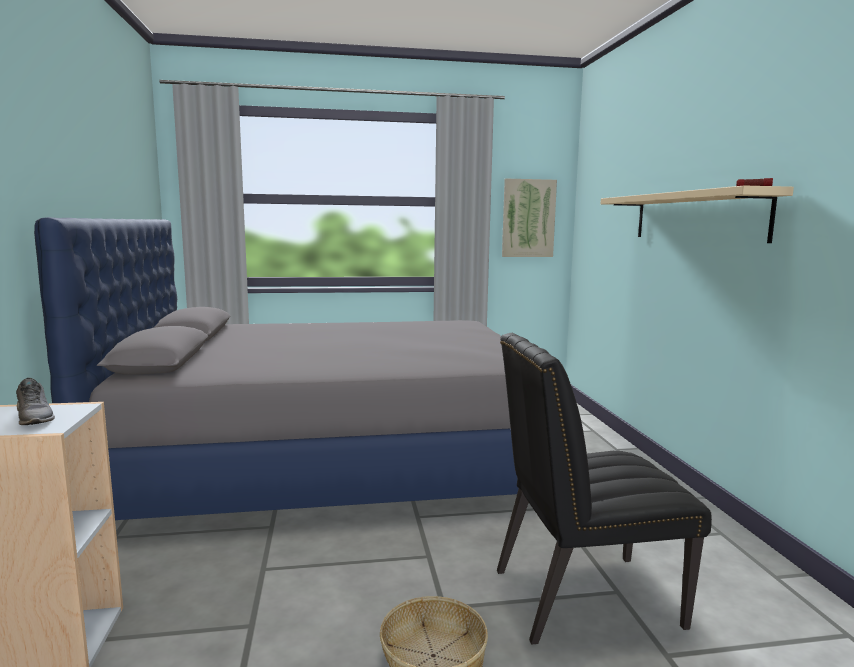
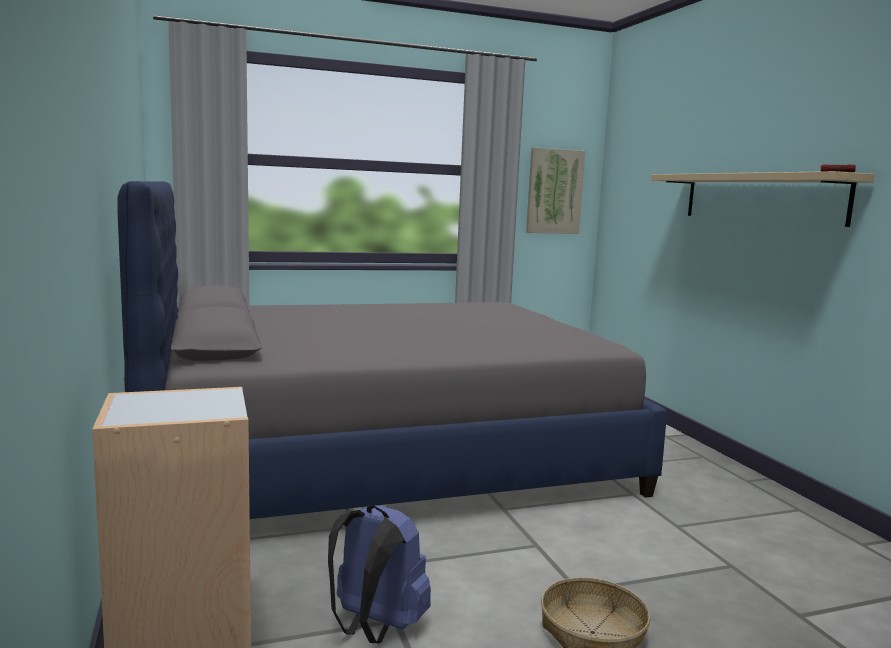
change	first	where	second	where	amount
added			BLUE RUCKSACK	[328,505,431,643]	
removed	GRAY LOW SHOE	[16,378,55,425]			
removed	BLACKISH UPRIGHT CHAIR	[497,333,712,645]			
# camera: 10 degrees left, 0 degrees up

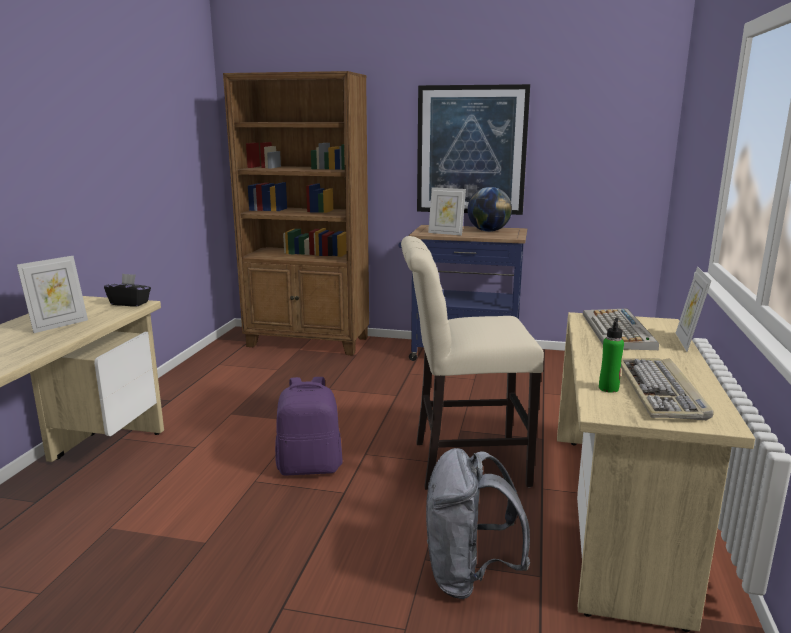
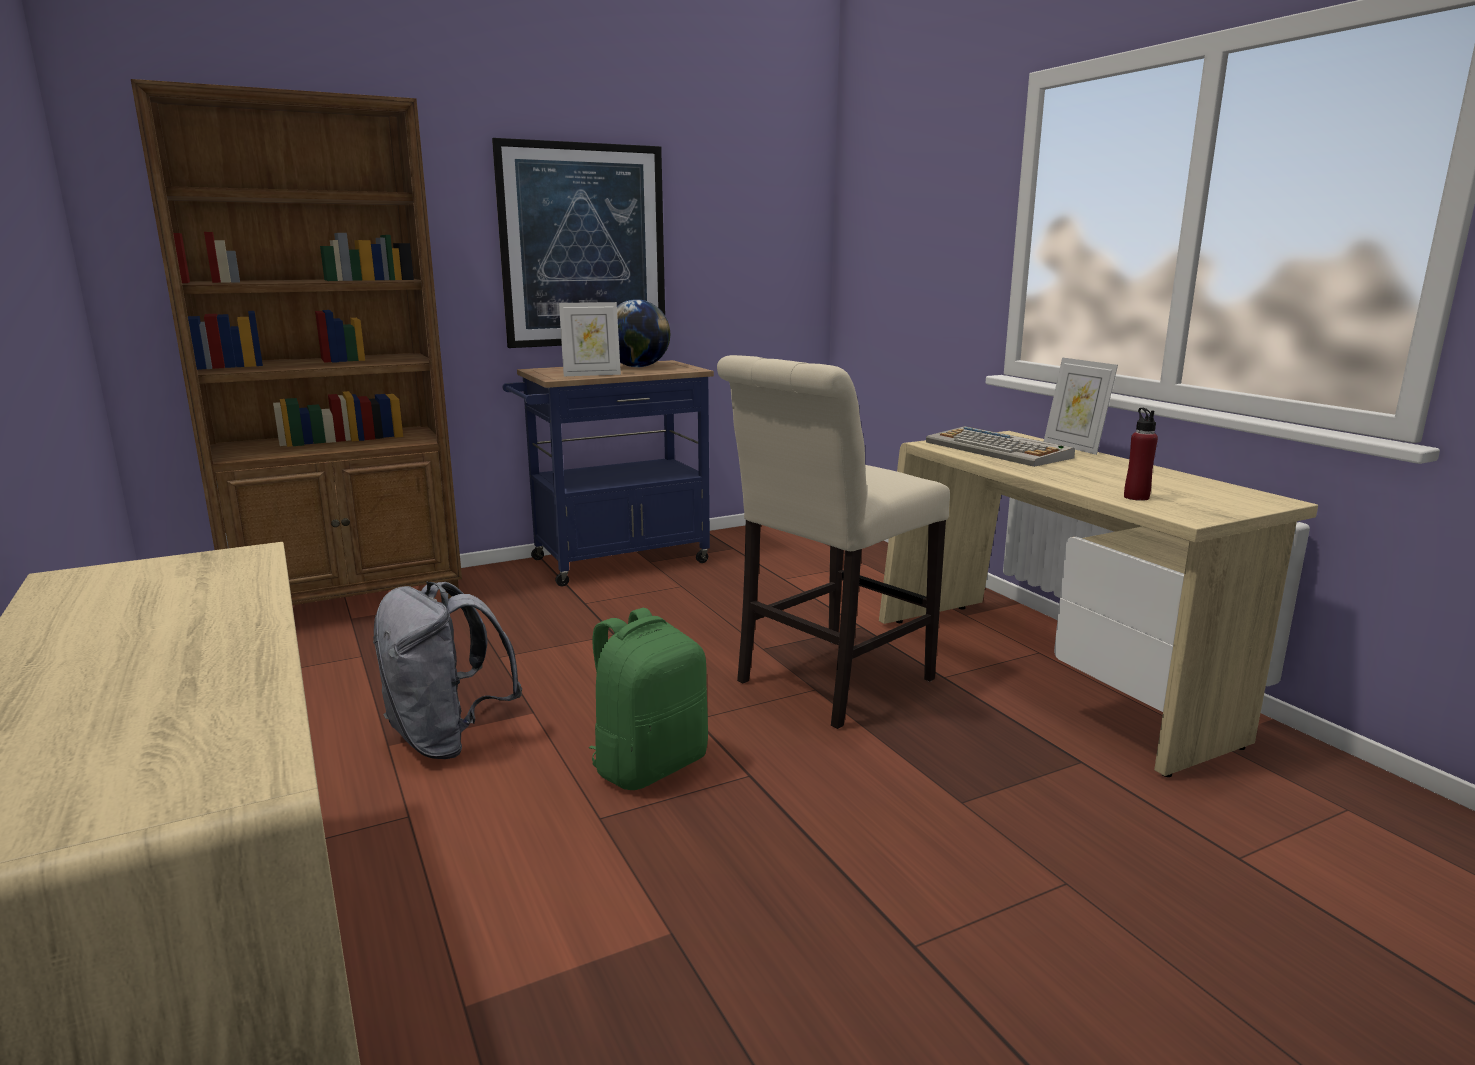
change	first	where	second	where	amount
moved	GRAY RUCKSACK	[426,448,530,599]		[373,582,522,759]	
recoloured	PURPLISH RUCKSACK	[275,377,343,476]	GREEN RUCKSACK	[589,608,708,790]	
recoloured	GREEN BEVERAGE BOTTLE	[599,318,624,393]	REDDISH BEVERAGE BOTTLE	[1124,408,1158,501]	
removed	PICTURE FRAME	[17,256,88,333]			
removed	BLACKISH TISSUE BOX	[104,273,151,307]			
removed	PC KEYBOARD	[621,358,714,420]			
# camera: 40 degrees left, 0 degrees up

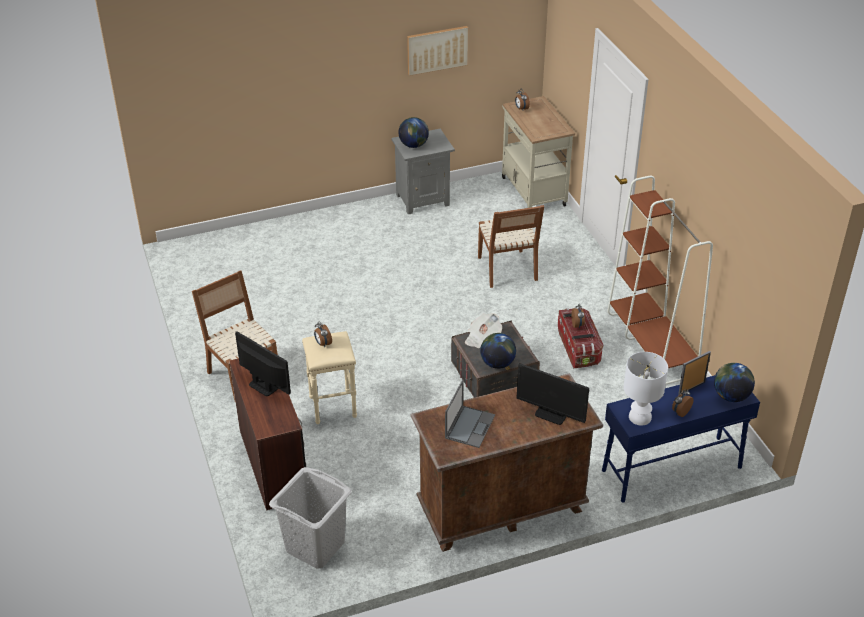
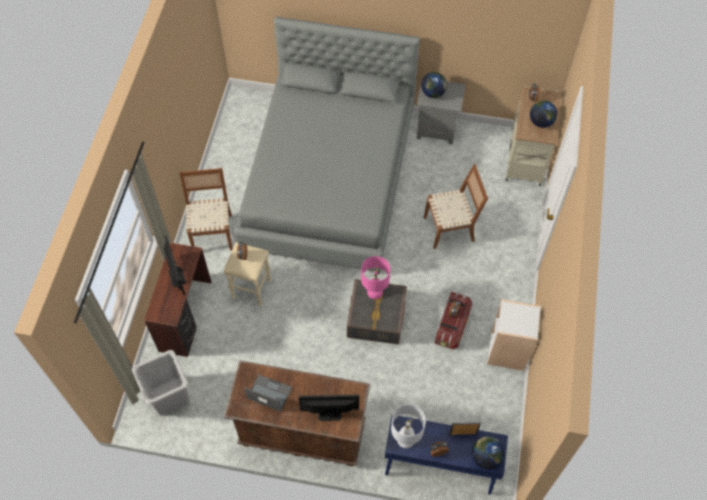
change	first	where	second	where	amount
added			GRAY BED	[234,17,420,274]	
turned	LAPTOP	[445,380,495,448]		[244,374,292,412]	120 degrees counterclockwise
turned	COMPUTER DISPLAY	[517,363,589,425]		[299,395,359,421]	120 degrees clockwise
replaced	NEWSPAPER	[465,313,502,348]	PINKISH TABLETOP LAMP	[361,256,390,299]	
turned	UPRIGHT CHAIR	[478,205,544,288]		[424,164,488,249]	120 degrees counterclockwise
replaced	BROWNISH CLOTHES RACK	[607,176,713,384]	BOOKCASE	[487,299,541,371]	
moved	DESK GLOBE	[480,333,516,369]		[530,100,557,128]	
removed	WALL PICTURE	[407,26,468,76]			
# camera: 30 degrees right, 20 degrees up

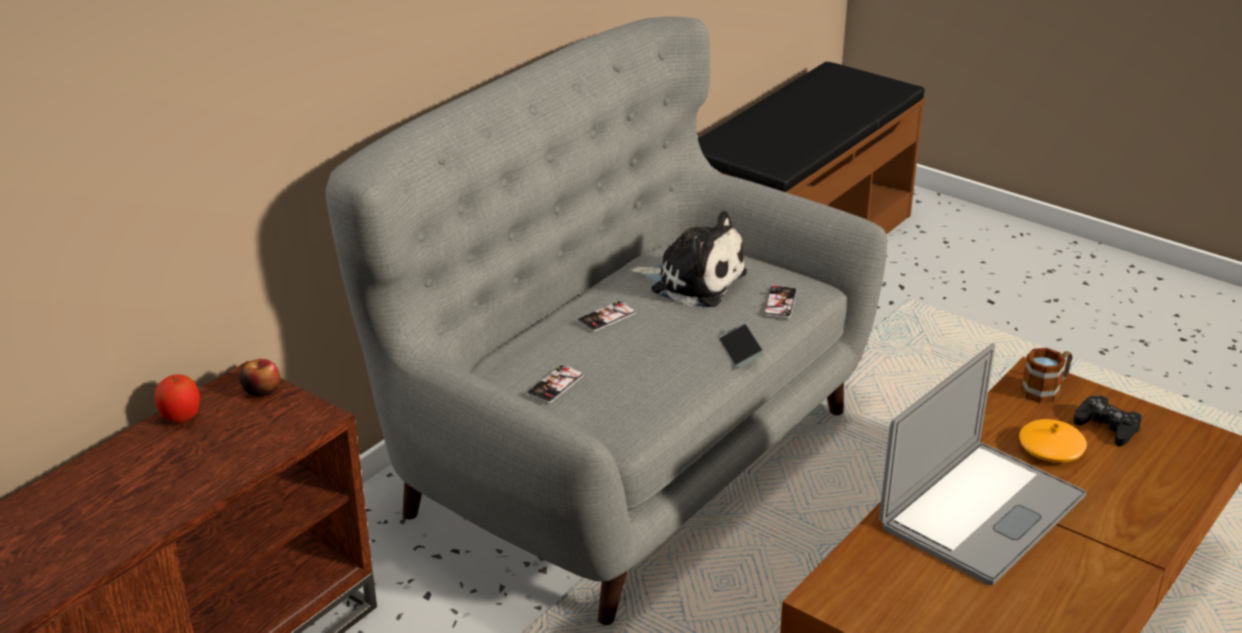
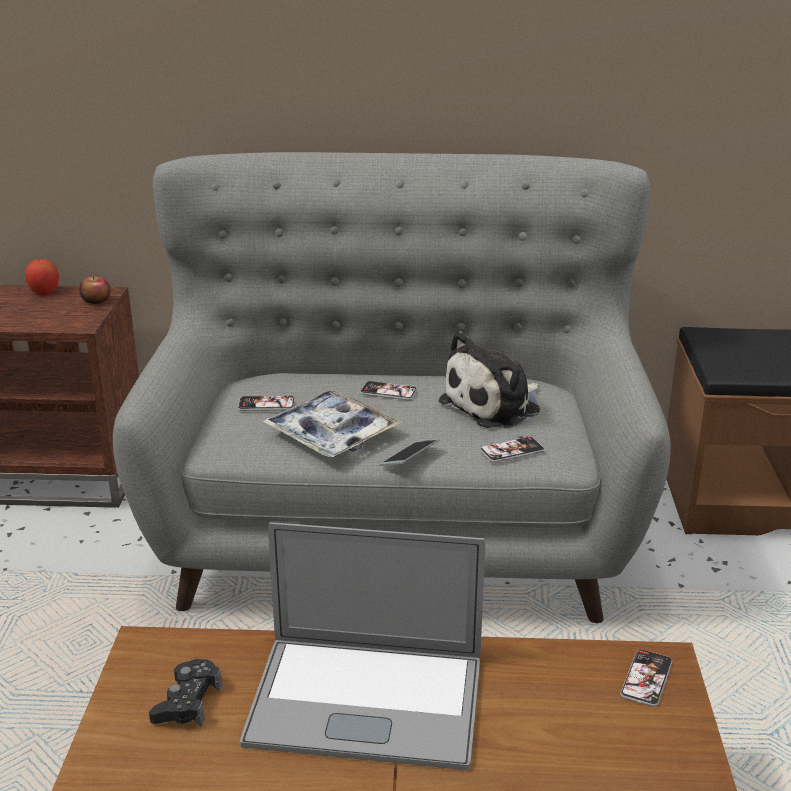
change	first	where	second	where	amount
moved	BLACKISH GAME CONTROLLER	[1073,396,1142,446]		[149,659,223,726]	
added			CARRYING TRAY	[262,390,401,457]	
turned	PLUSH TOY	[630,211,747,307]		[438,331,540,429]	60 degrees clockwise
replaced	MUG	[1021,348,1072,403]	TELEPHONE	[620,649,673,707]	
removed	ORANGEY VASE	[1019,419,1087,463]			
# camera: 55 degrees right, 5 degrees down

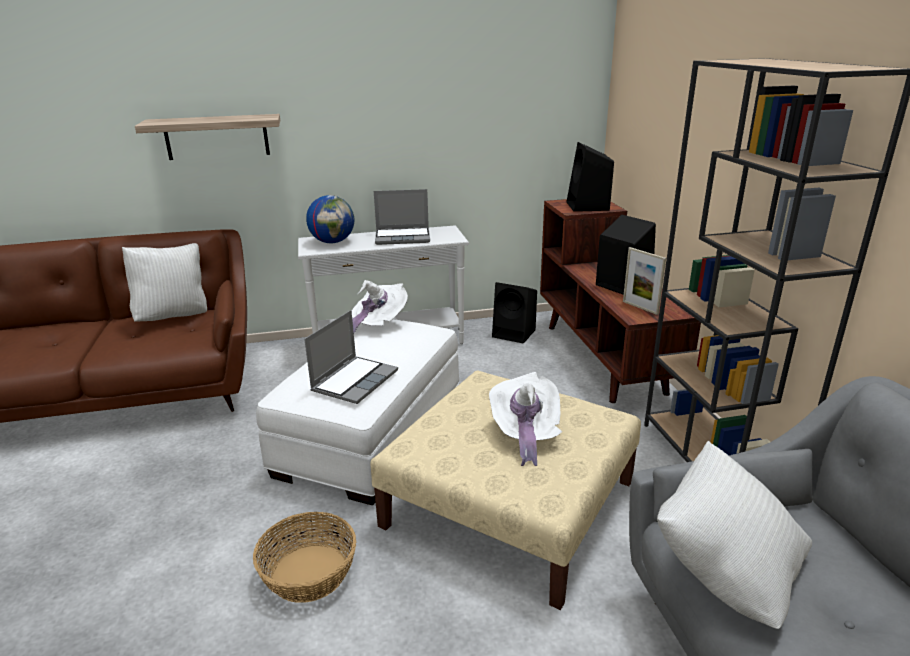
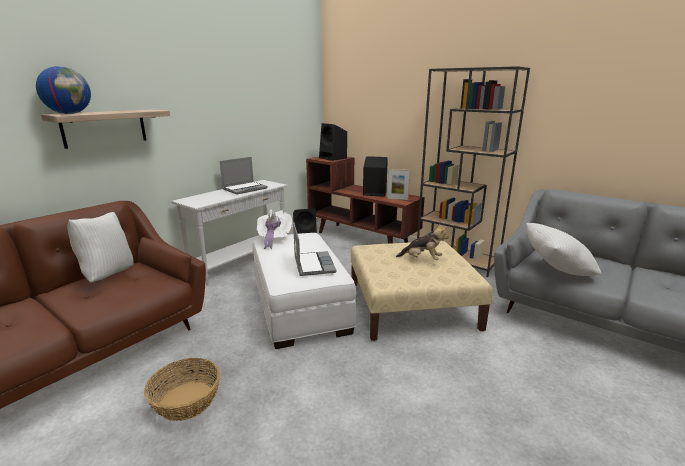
change	first	where	second	where	amount
moved	DESK GLOBE	[306,195,354,243]		[36,66,91,114]	
moved	HOUSEHOLD BASKET	[253,512,356,603]		[144,358,220,421]	
replaced	WHITE WEARABLE HAT	[489,372,562,466]	PLUSH TOY	[396,224,449,260]	
# camera: 40 degrees left, 5 degrees down

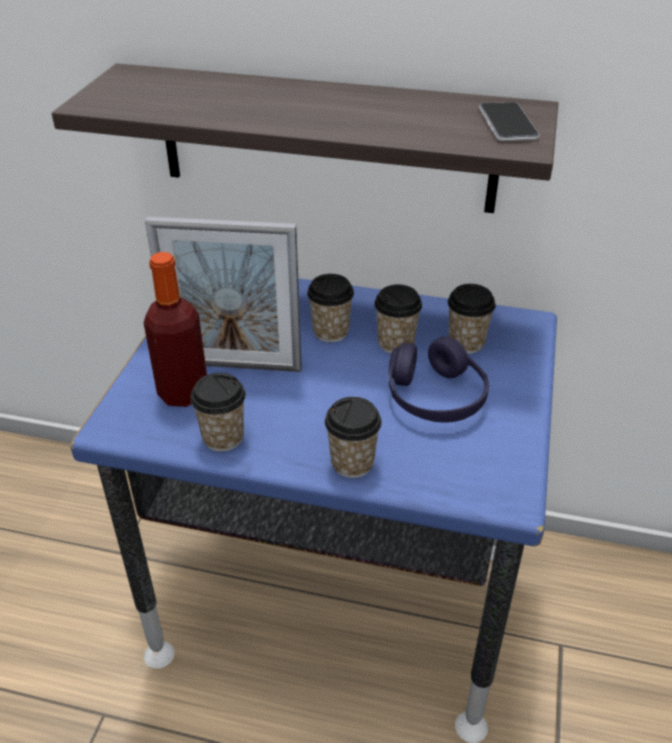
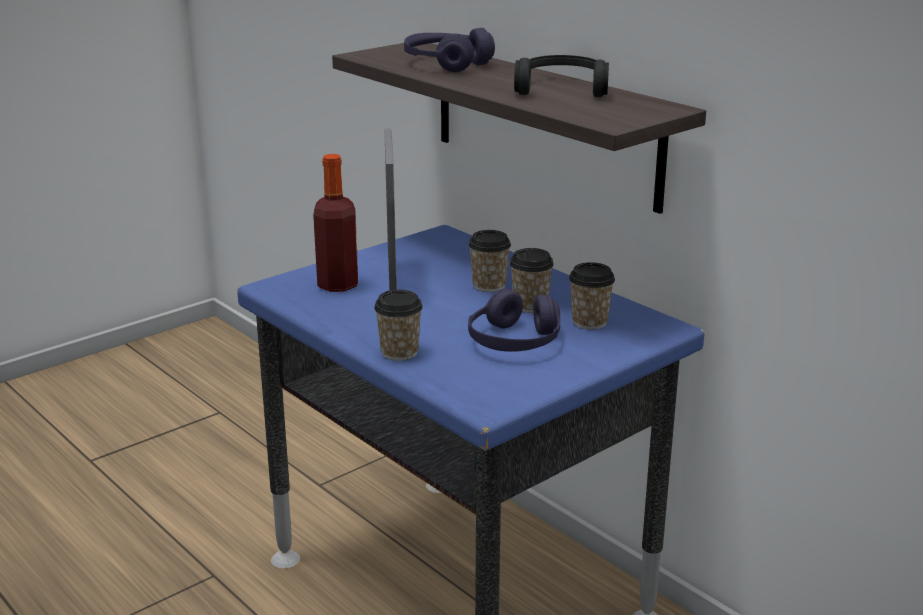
change	first	where	second	where	amount
turned	PICTURE FRAME	[145,217,302,372]		[384,128,397,291]	135 degrees counterclockwise
added			PURPLISH HEADSET	[404,28,495,72]	
added			BLACKISH HEADSET	[514,55,609,97]	
removed	CUP	[190,373,246,451]			
removed	TELEPHONE	[479,102,540,141]			
# camera: 35 degrees right, 15 degrees down

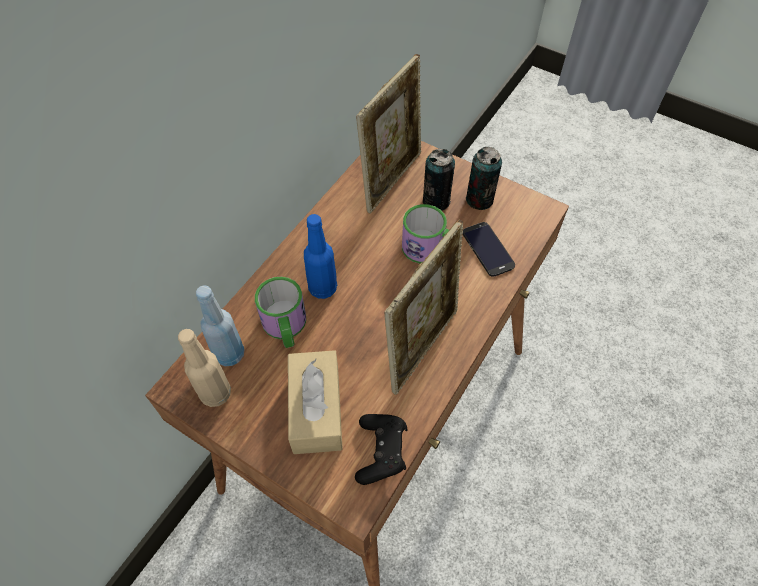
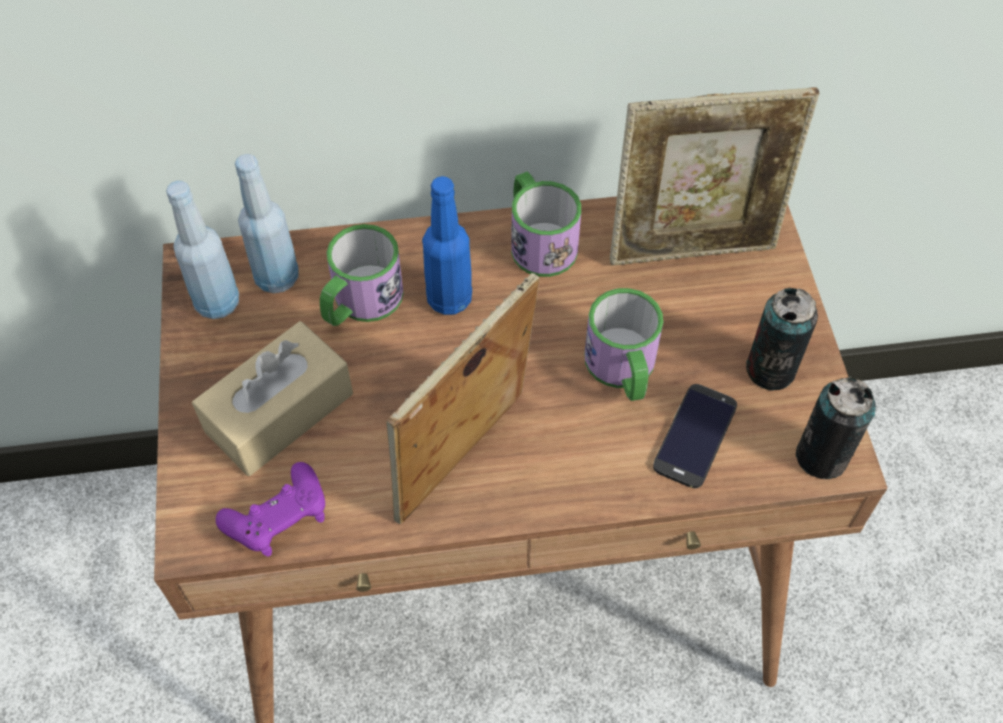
change	first	where	second	where	amount
recoloured	BEIGE BEVERAGE BOTTLE	[178,329,231,407]	BLUE BEVERAGE BOTTLE	[166,181,239,319]	
recoloured	BLACKISH GAME CONTROLLER	[355,414,408,485]	PURPLISH GAME CONTROLLER	[216,462,325,557]	
turned	PICTURE FRAME	[384,219,463,395]		[386,273,539,524]	135 degrees clockwise
added			MUG	[511,171,581,277]	
moved	CAN	[423,149,455,211]		[796,377,876,479]	
# camera: 50 degrees right, 0 degrees up

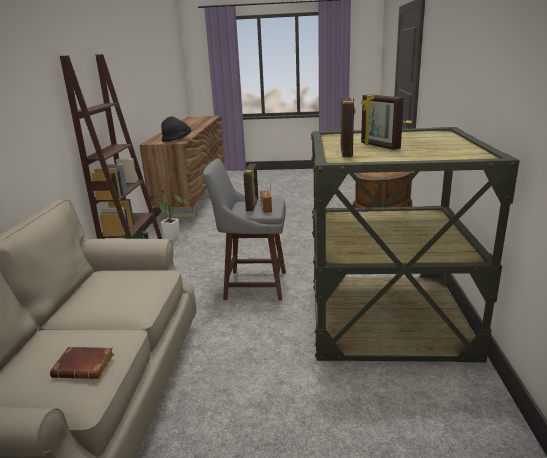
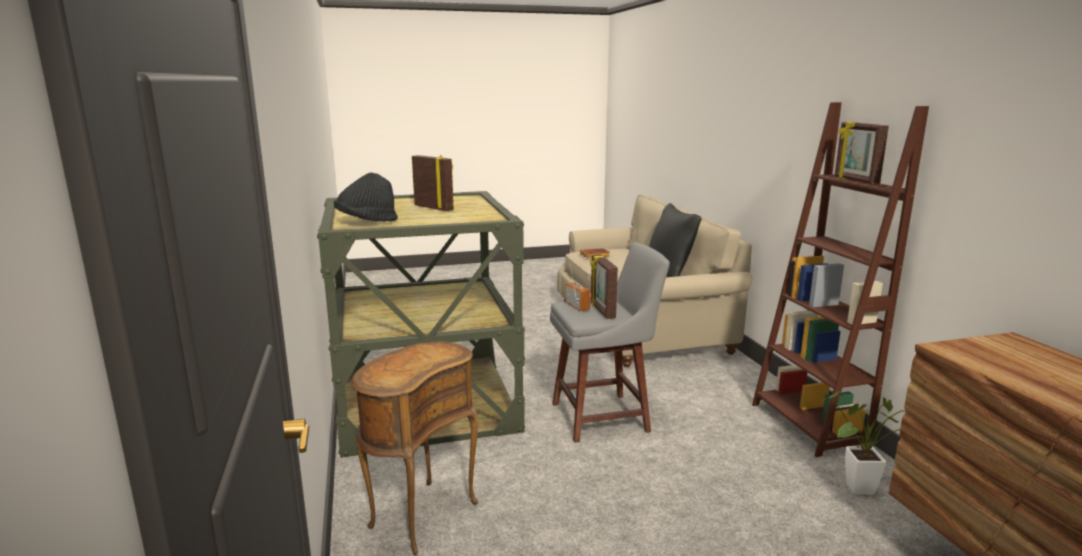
change	first	where	second	where	amount
moved	BLACKISH WEARABLE HAT	[161,116,191,142]		[334,173,398,222]	
added			BLACKISH PILLOW	[649,203,702,277]	
moved	PICTURE FRAME	[341,97,356,157]		[835,121,889,184]	
# camera: 160 degrees right, 5 degrees down

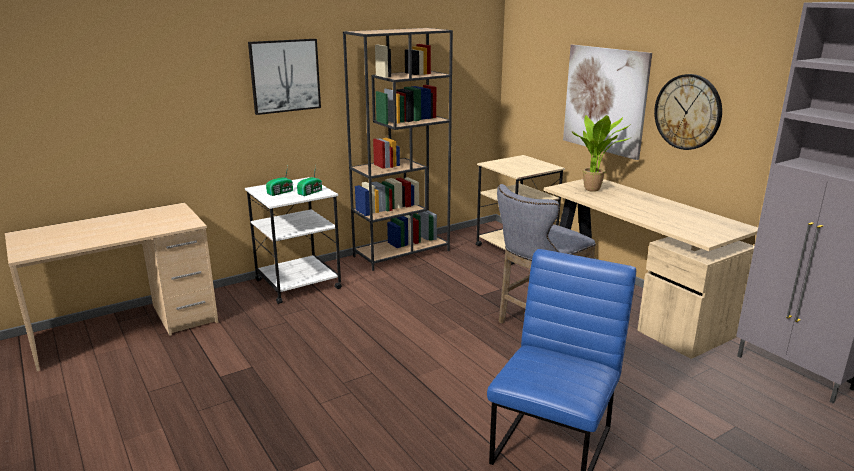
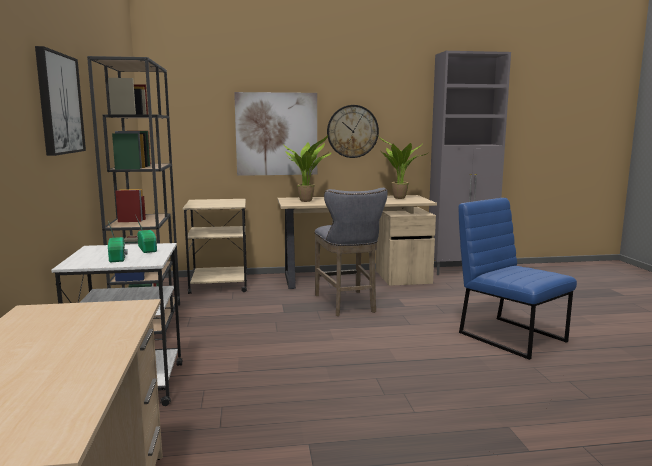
change	first	where	second	where	amount
added			PLANT IN A POT	[378,136,429,199]	
# camera: 65 degrees left, 10 degrees down

